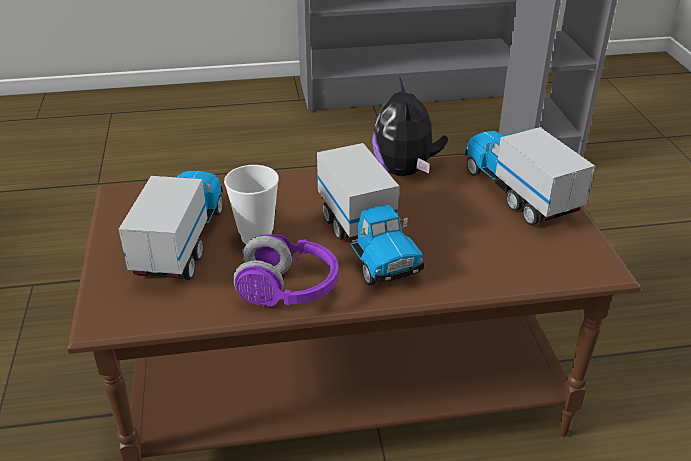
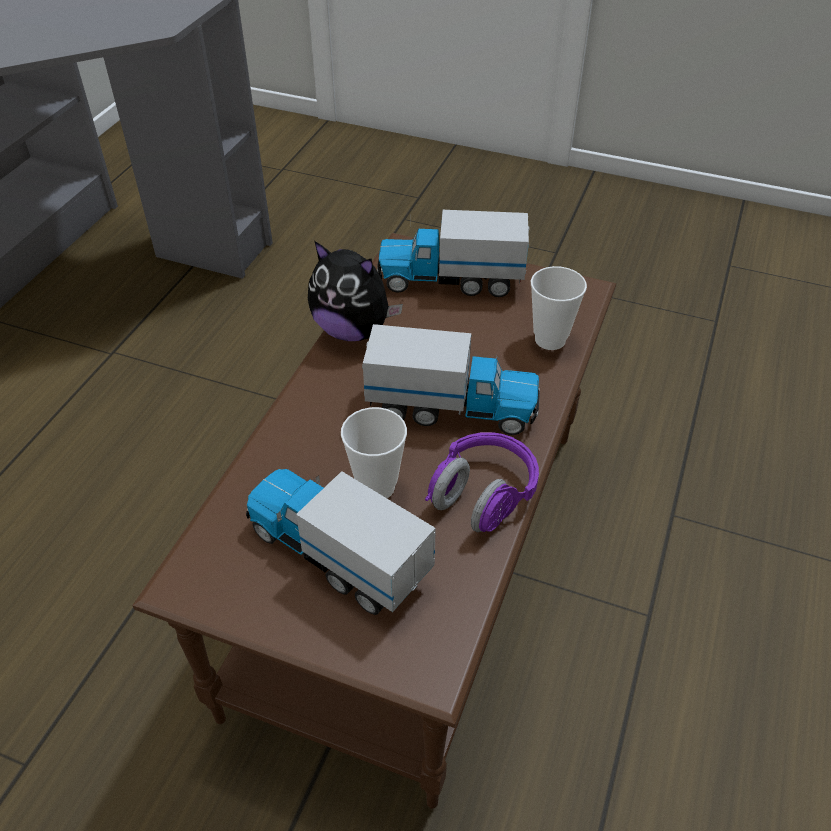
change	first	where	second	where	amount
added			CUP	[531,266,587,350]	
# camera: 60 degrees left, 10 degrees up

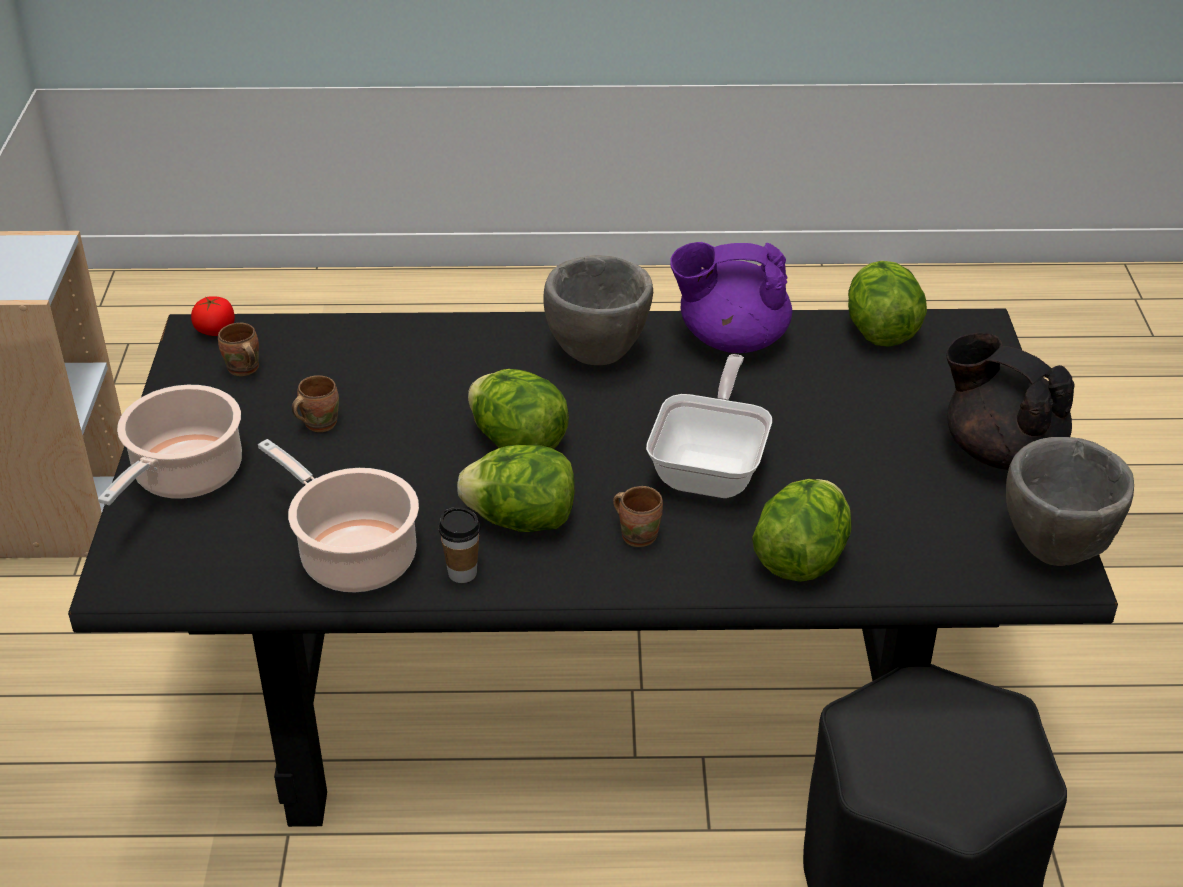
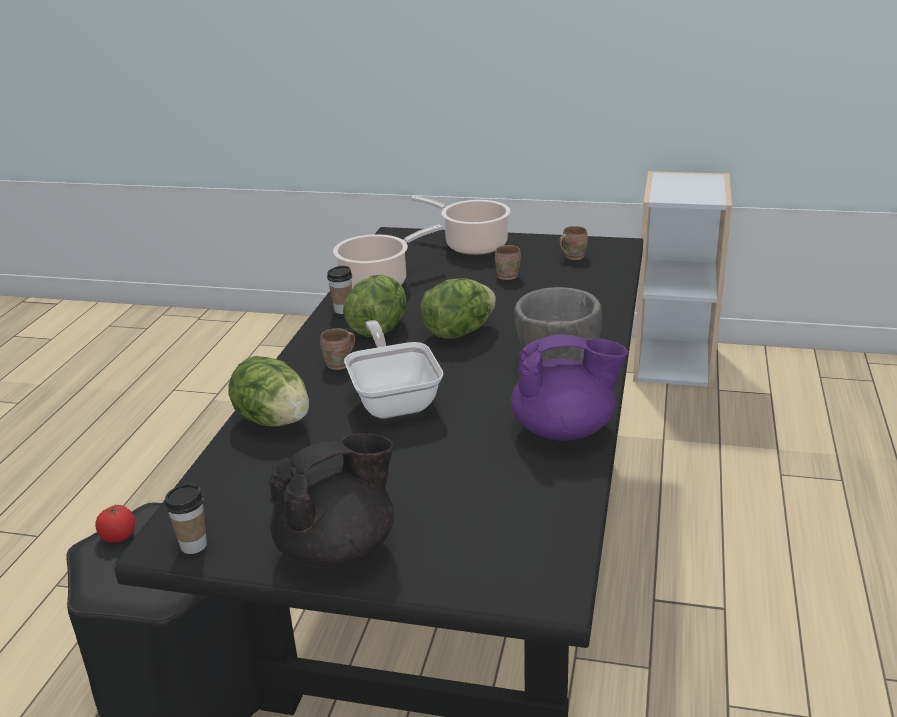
change	first	where	second	where	amount
moved	FRESH TOMATO	[191,296,235,336]		[95,505,135,543]	
replaced	GRAY DEEP DISH	[1006,437,1134,566]	CUP	[165,483,207,554]	
turned	PAN	[646,354,772,498]		[344,320,443,418]	135 degrees counterclockwise
turned	PURPLISH TEAPOT	[670,242,792,353]		[511,334,628,441]	75 degrees clockwise
removed	LETTUCE HEAD	[848,261,927,347]			
# camera: 105 degrees right, 10 degrees down

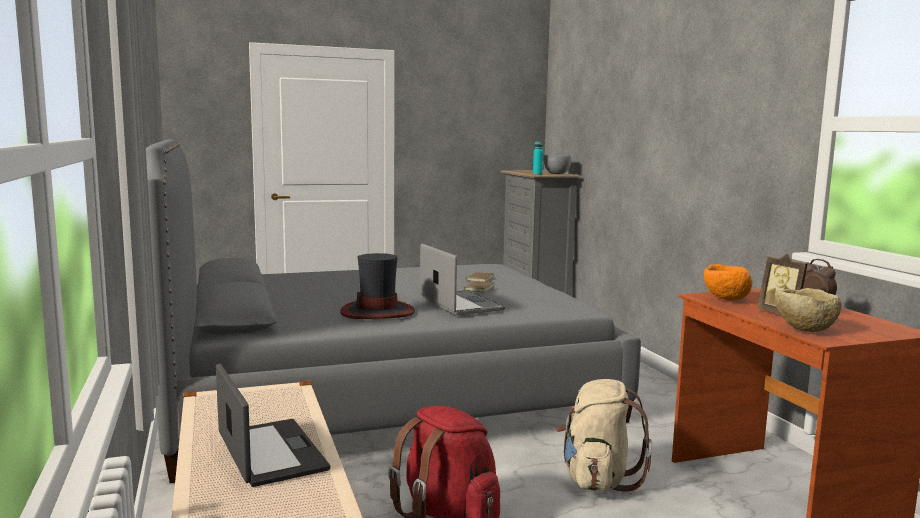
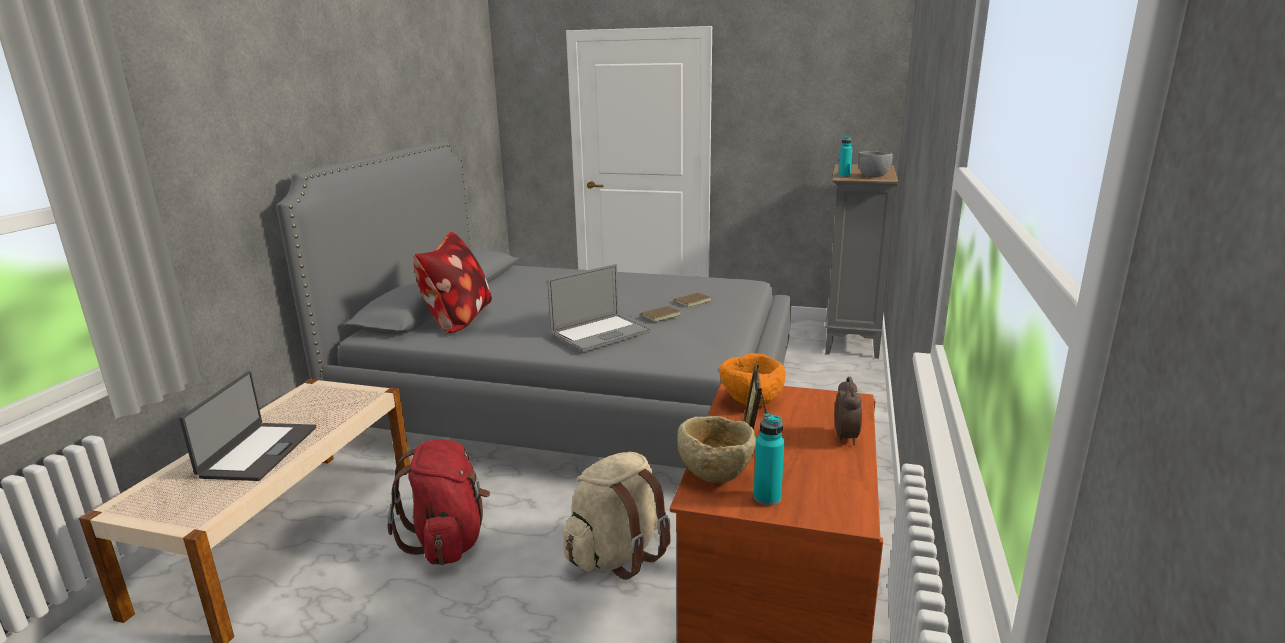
change	first	where	second	where	amount
added			PILLOW	[413,231,492,333]	
turned	LAPTOP	[420,243,505,315]		[547,264,651,352]	45 degrees clockwise
added			TURQUOISE-COLOURED BEVERAGE BOTTLE	[754,413,784,506]	
removed	WEARABLE HAT	[340,253,415,319]			
# camera: 35 degrees right, 10 degrees up

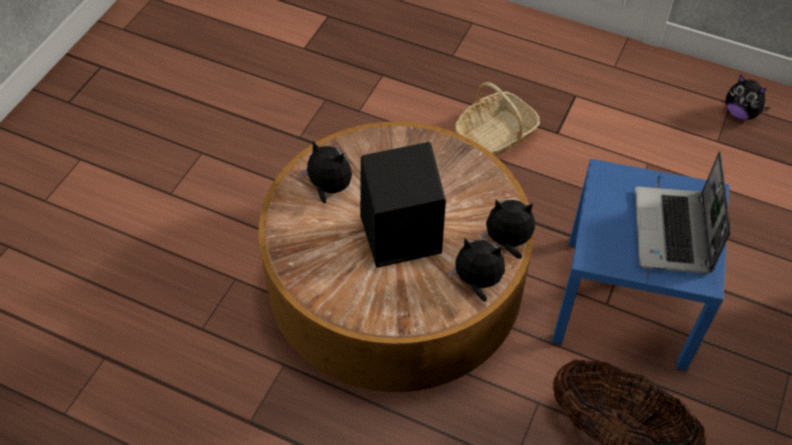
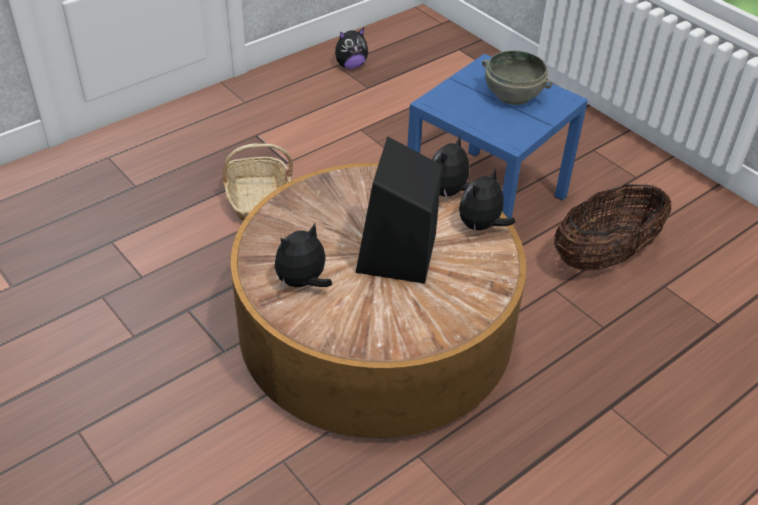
change	first	where	second	where	amount
replaced	LAPTOP	[635,151,731,274]	GRAY DEEP DISH	[482,50,552,105]	
# camera: 65 degrees left, 10 degrees down

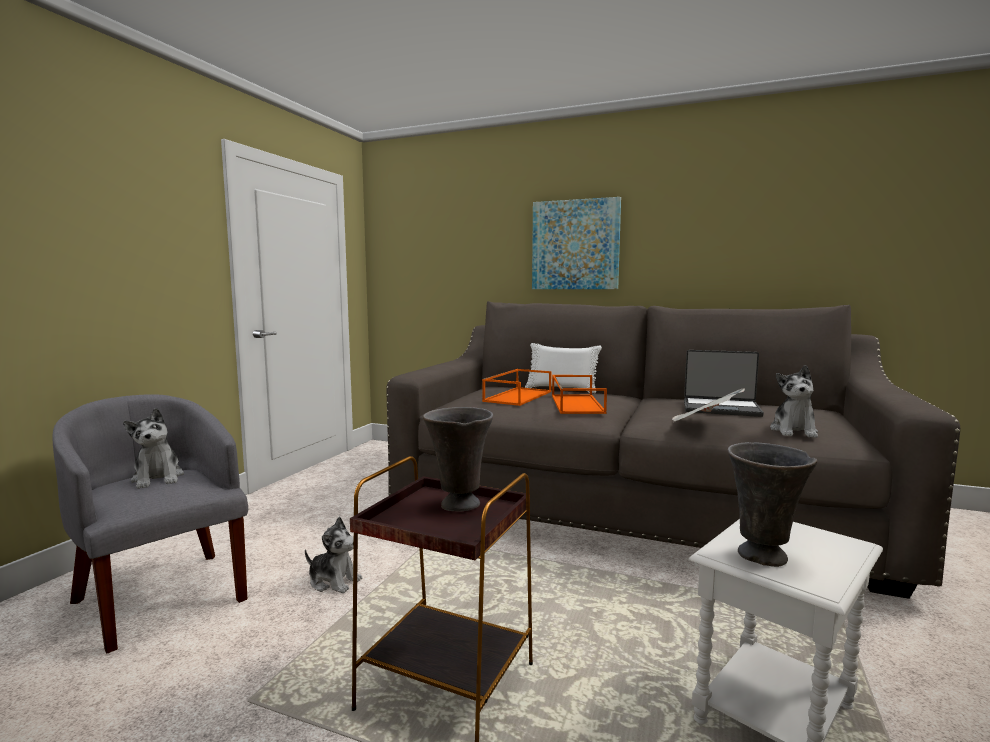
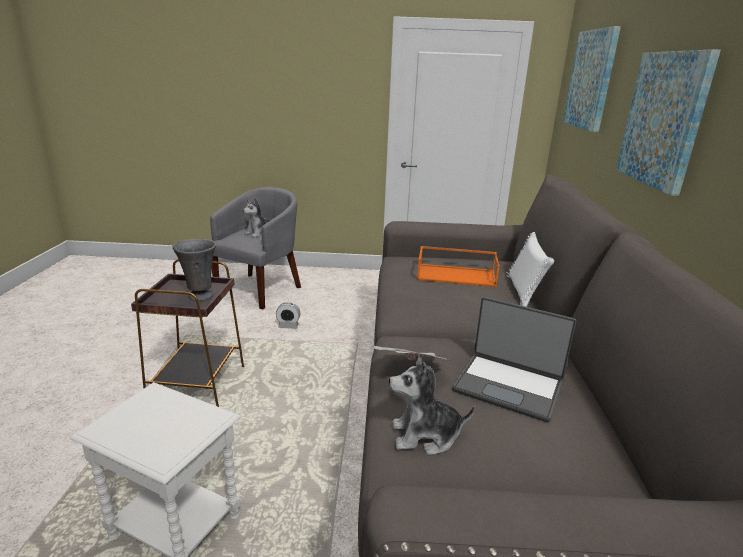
change	first	where	second	where	amount
replaced	PLUSH TOY	[305,517,362,593]	ALARM CLOCK	[276,302,300,329]	
turned	LAPTOP	[684,350,764,417]		[452,297,576,422]	60 degrees counterclockwise
added			WALL PICTURE	[563,26,621,132]	
removed	ORANGEY CARRYING TRAY	[552,375,607,414]			
removed	GRAY VASE	[728,442,818,567]			
# camera: 70 degrees right, 15 degrees up

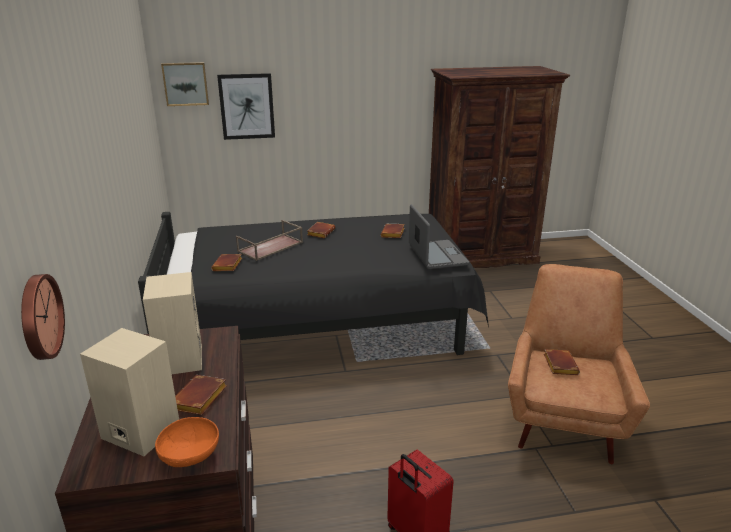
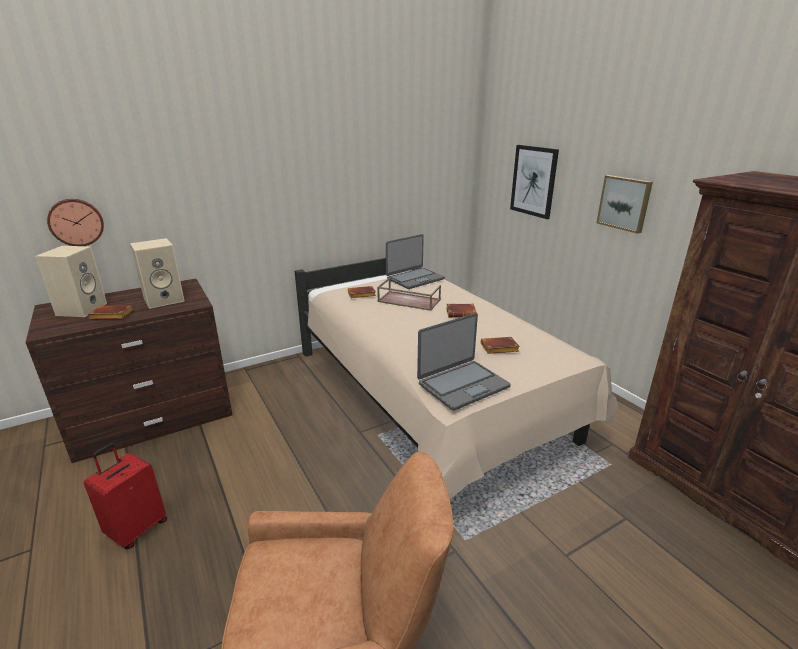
change	first	where	second	where	amount
recoloured	BLACKISH BED	[138,212,489,355]	BEIGE BED	[295,258,618,499]	
added			LAPTOP	[386,234,445,289]	
moved	WALL PICTURE	[161,62,209,106]		[596,175,653,234]	
removed	ORANGEY DEEP DISH	[155,417,219,467]			
removed	BROWNISH BOUND BOOK	[544,349,580,375]			
# camera: 70 degrees right, 0 degrees up

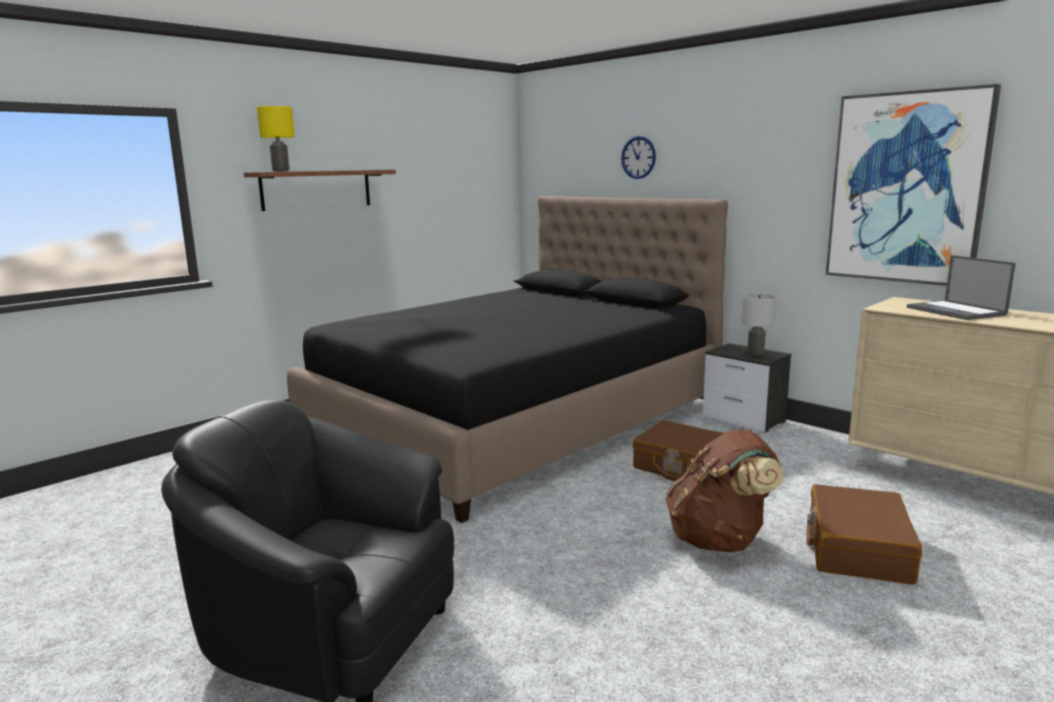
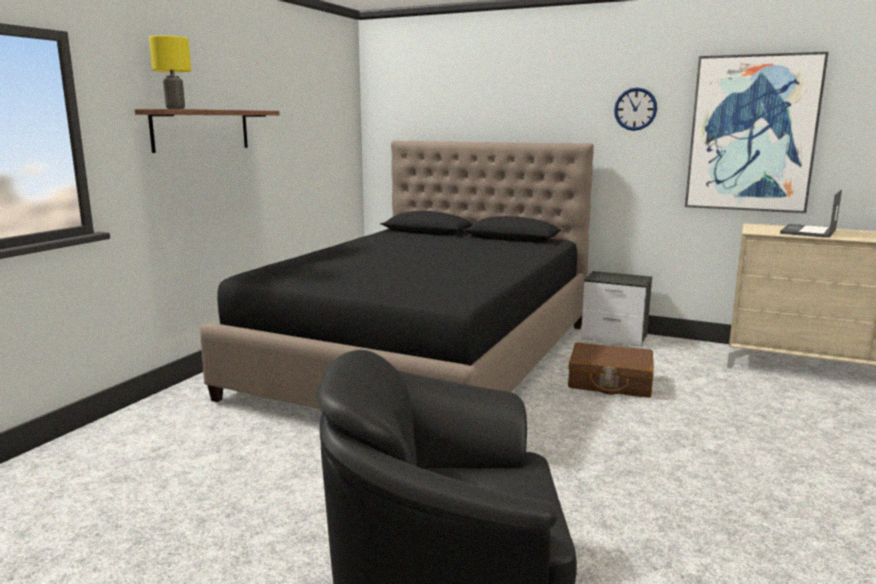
change	first	where	second	where	amount
moved	CLOCK ON THE WALL	[621,136,656,179]		[614,87,657,131]	
turned	LAPTOP	[907,255,1016,320]		[780,190,842,238]	75 degrees clockwise
removed	BROWNISH RUCKSACK	[665,430,784,553]			
removed	WHITE TABLETOP LAMP	[741,293,777,356]			
removed	BROWNISH SUITCASE	[806,484,922,585]			
# camera: 20 degrees left, 0 degrees up

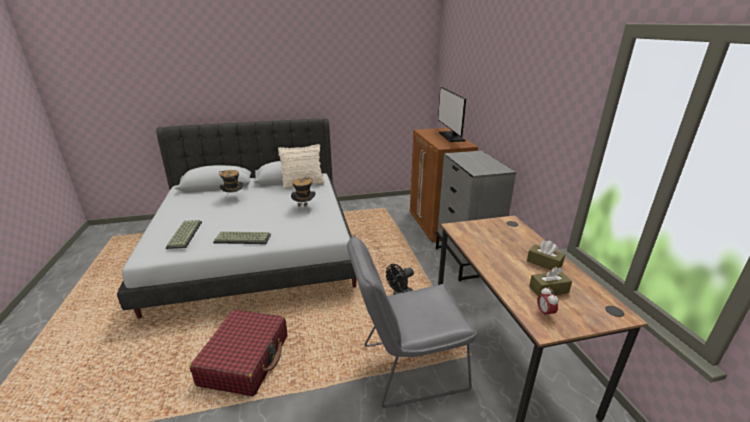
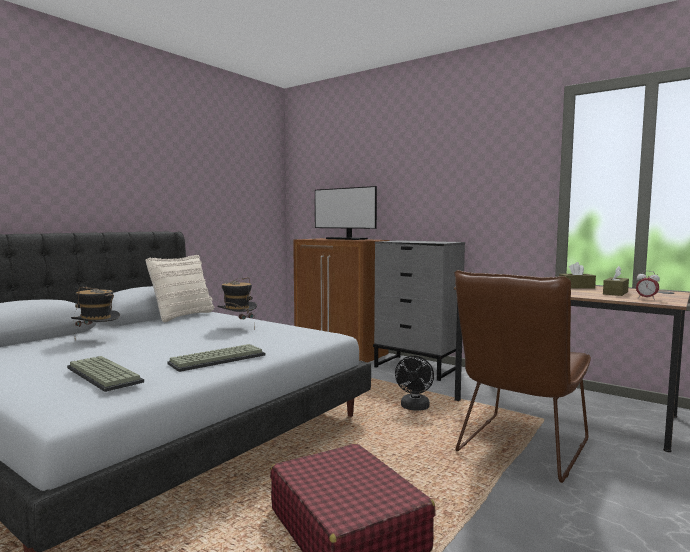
change	first	where	second	where	amount
recoloured	GRAY UPRIGHT CHAIR	[347,235,477,408]	BROWNISH UPRIGHT CHAIR	[455,270,591,483]	
# camera: 40 degrees left, 20 degrees down

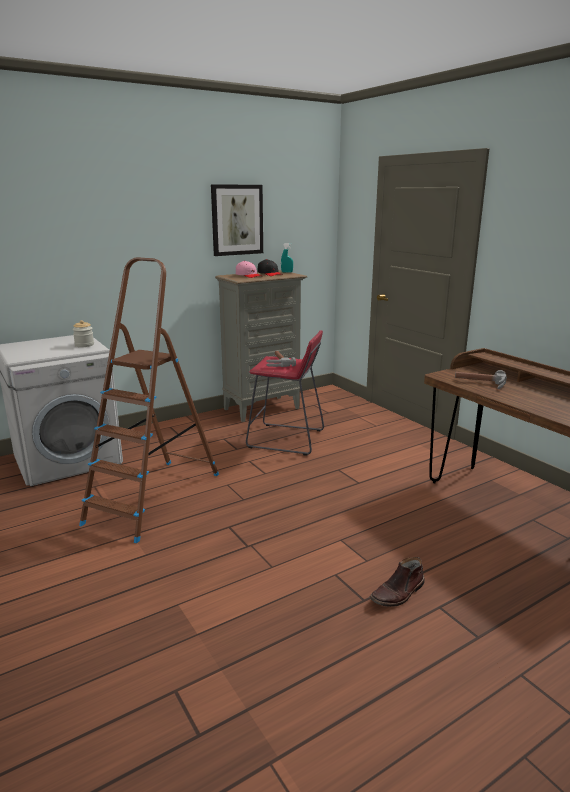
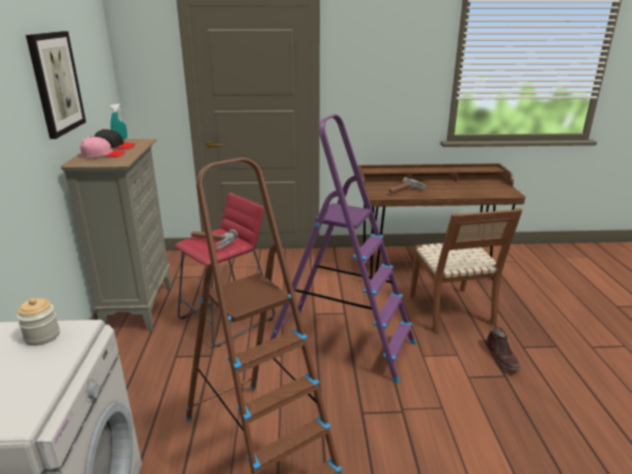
change	first	where	second	where	amount
added			PURPLISH STEP STOOL	[269,114,416,382]	
added			UPRIGHT CHAIR	[410,208,522,333]	
# camera: 60 degrees left, 5 degrees up

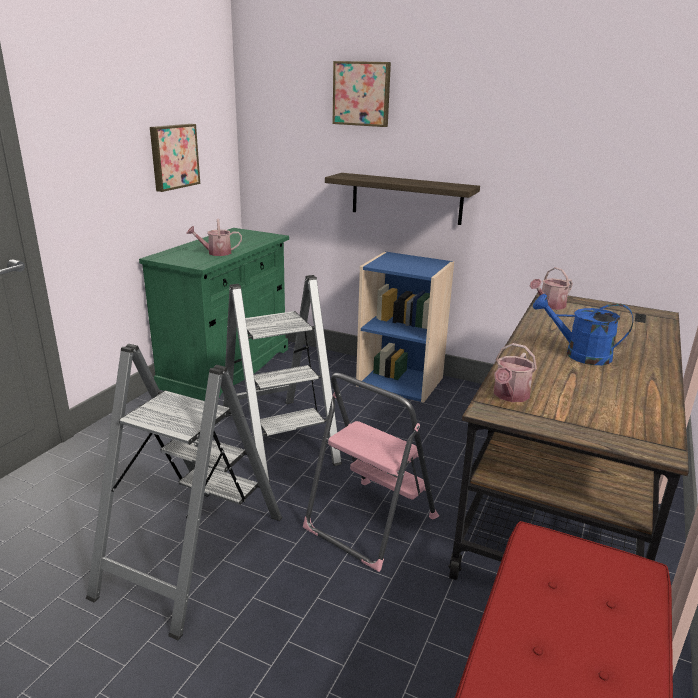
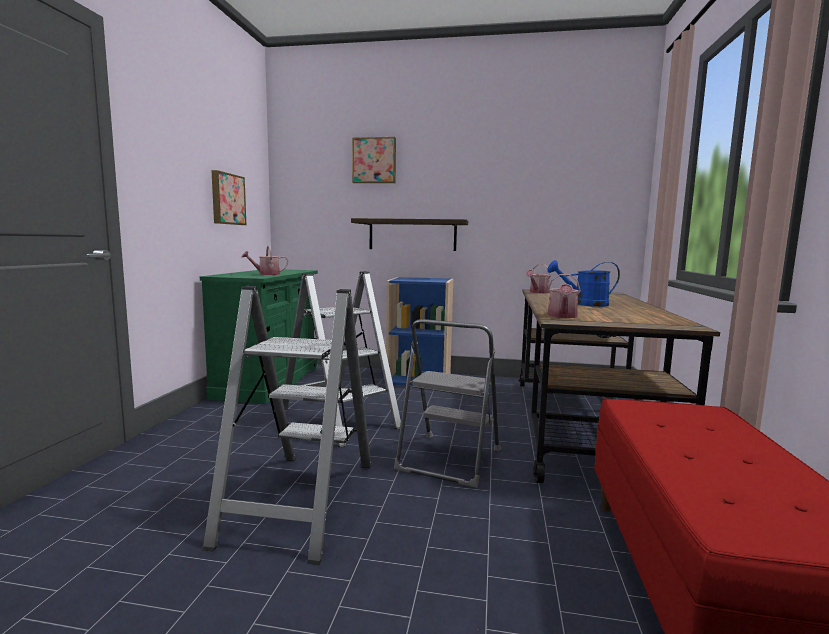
change	first	where	second	where	amount
recoloured	PINKISH STEP STOOL	[303,373,439,572]	GRAY STEP STOOL	[394,319,501,488]	
# camera: 15 degrees left, 15 degrees down

